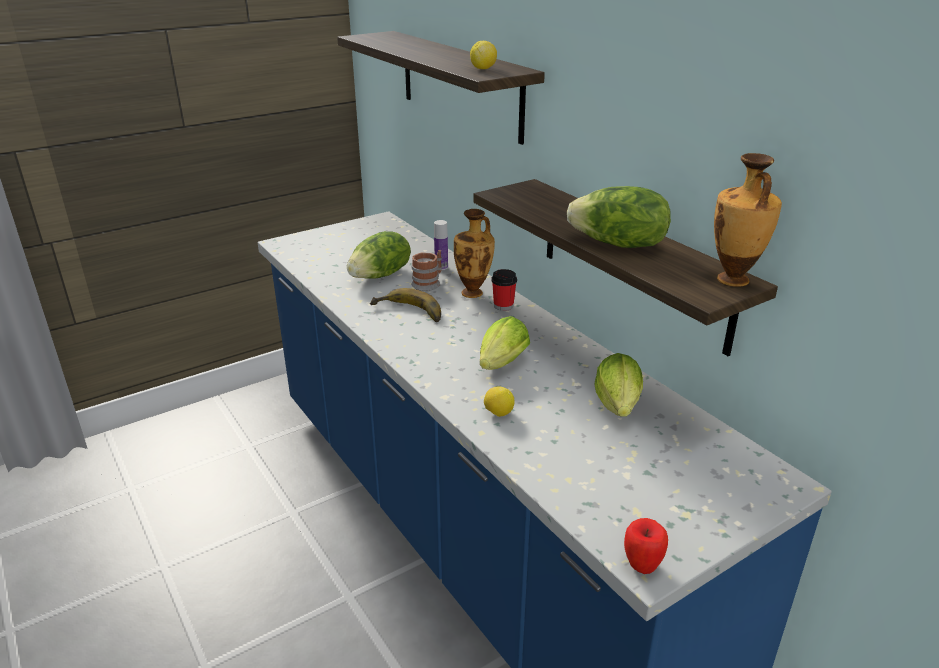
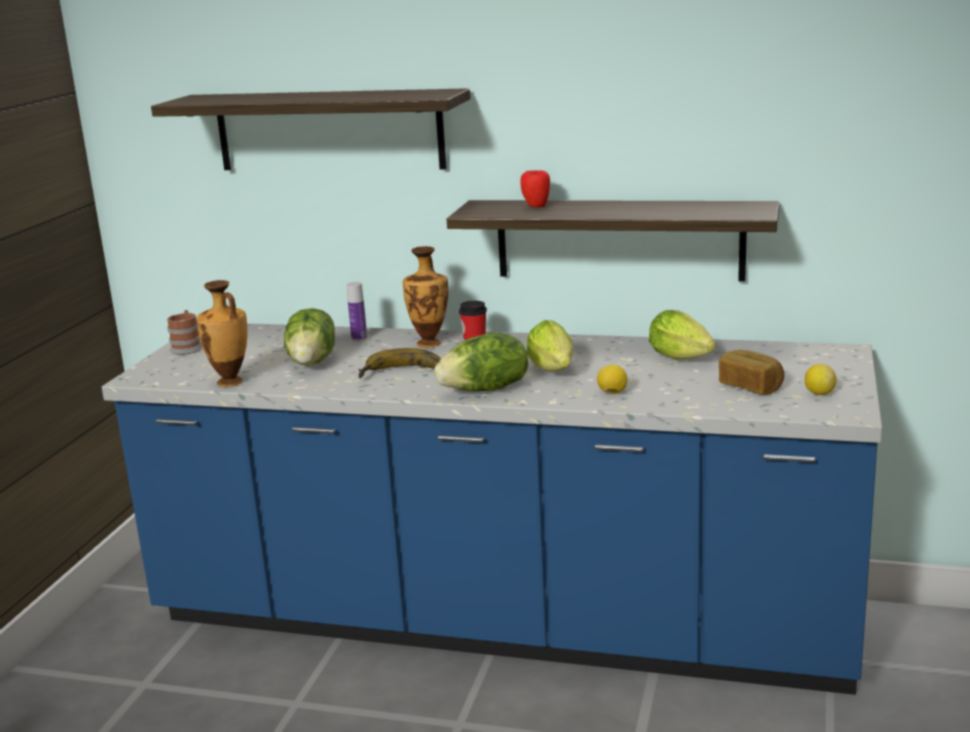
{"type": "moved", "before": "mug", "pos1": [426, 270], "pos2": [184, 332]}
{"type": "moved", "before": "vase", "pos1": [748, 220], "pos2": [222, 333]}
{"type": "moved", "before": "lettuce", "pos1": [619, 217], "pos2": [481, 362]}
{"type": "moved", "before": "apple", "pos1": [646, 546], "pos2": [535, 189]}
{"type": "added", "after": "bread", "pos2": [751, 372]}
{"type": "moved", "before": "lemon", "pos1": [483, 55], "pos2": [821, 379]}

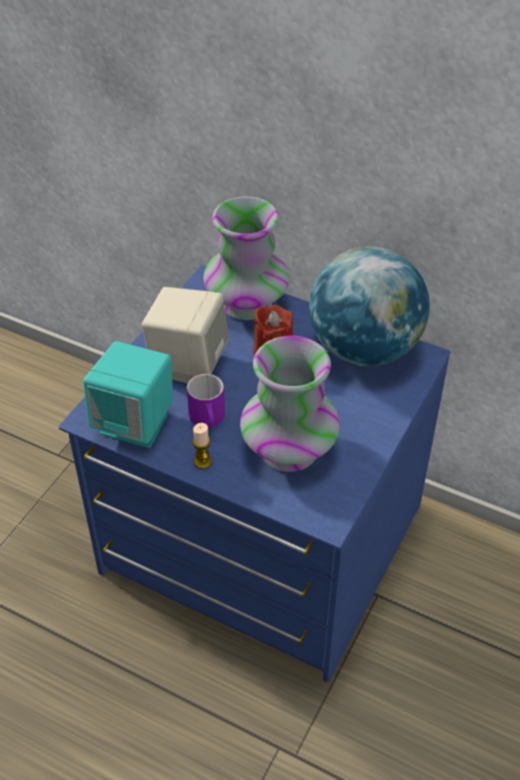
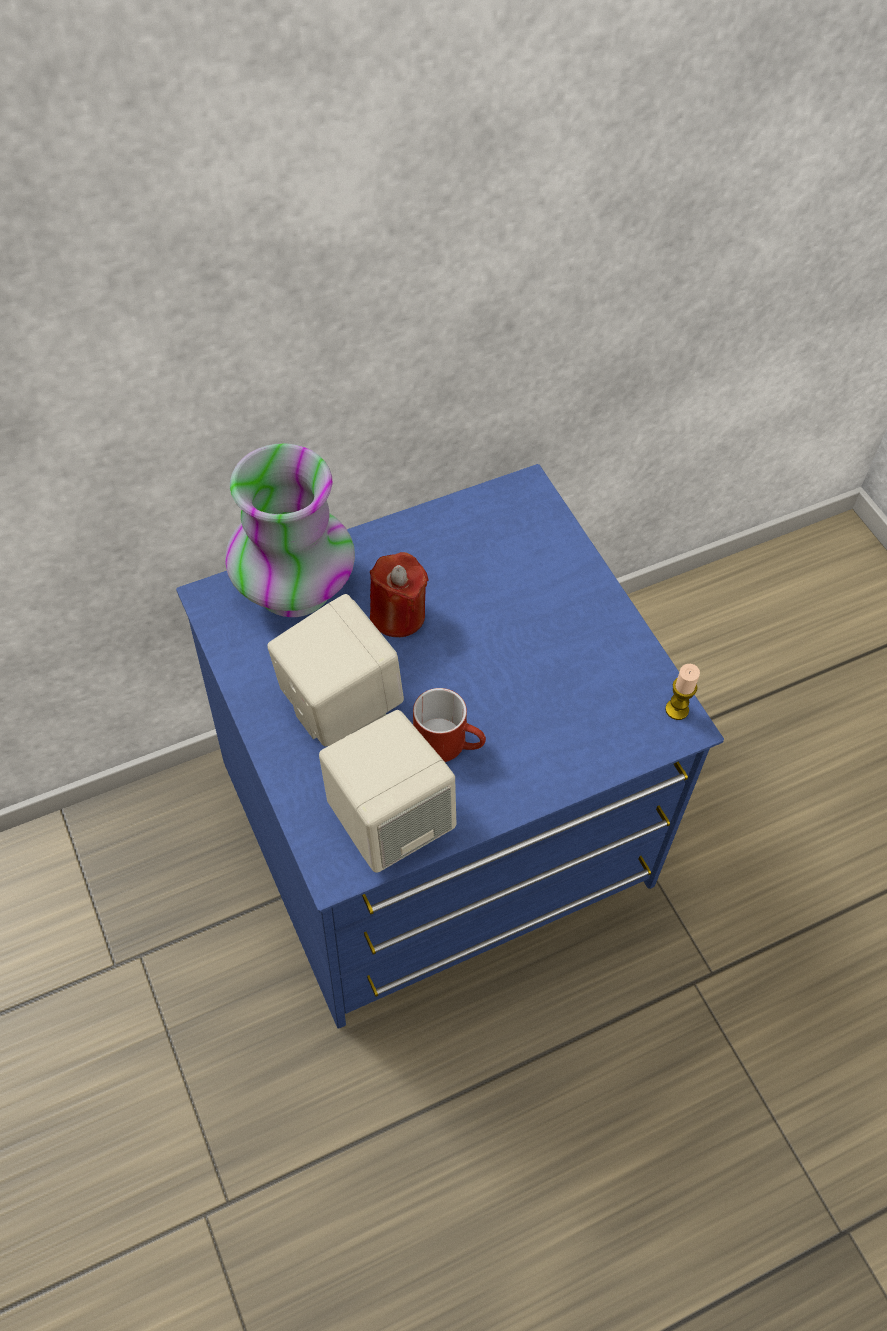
{"type": "recoloured", "before": "turquoise speaker", "after": "beige speaker", "pos1": [128, 394], "pos2": [388, 791]}
{"type": "recoloured", "before": "purple mug", "after": "red mug", "pos1": [206, 401], "pos2": [449, 725]}
{"type": "moved", "before": "candle", "pos1": [202, 446], "pos2": [682, 692]}
{"type": "removed", "before": "vase", "pos1": [290, 404]}
{"type": "removed", "before": "globe", "pos1": [369, 306]}

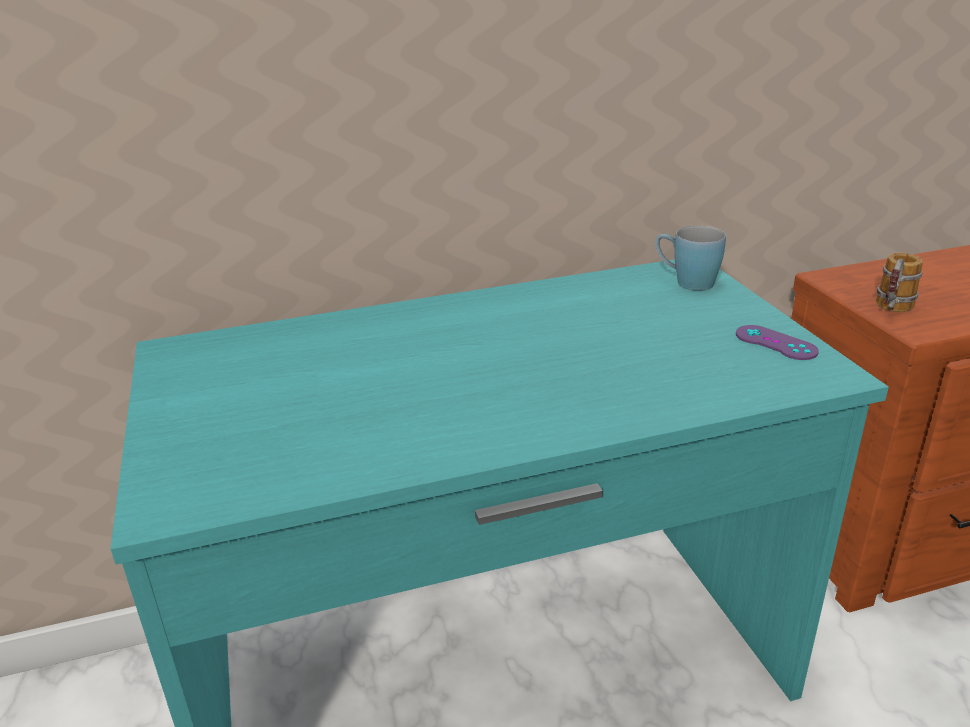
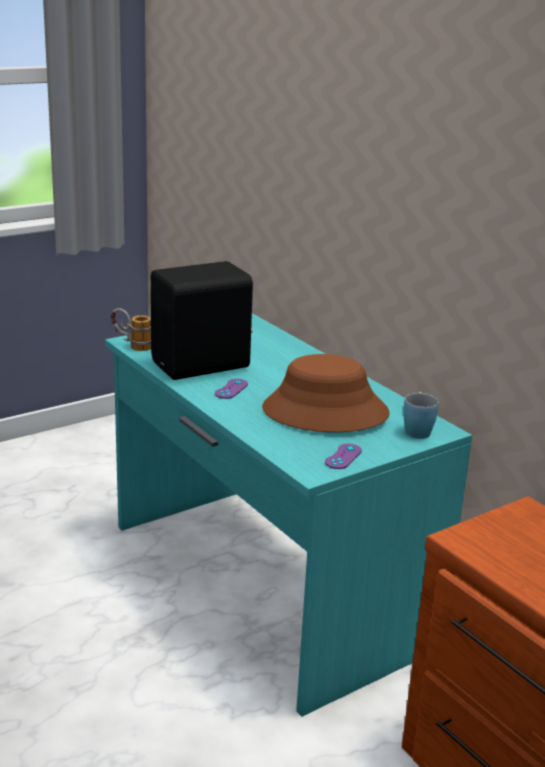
{"type": "moved", "before": "mug", "pos1": [899, 282], "pos2": [131, 329]}
{"type": "added", "after": "black speaker", "pos2": [202, 320]}
{"type": "added", "after": "purple game controller", "pos2": [231, 389]}
{"type": "added", "after": "brown hat", "pos2": [326, 393]}

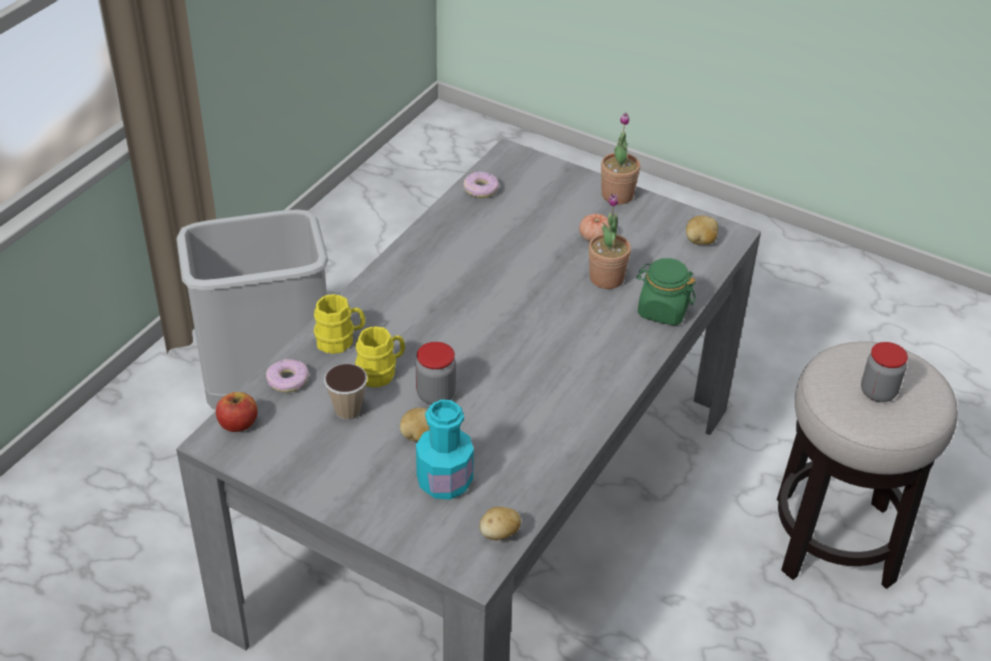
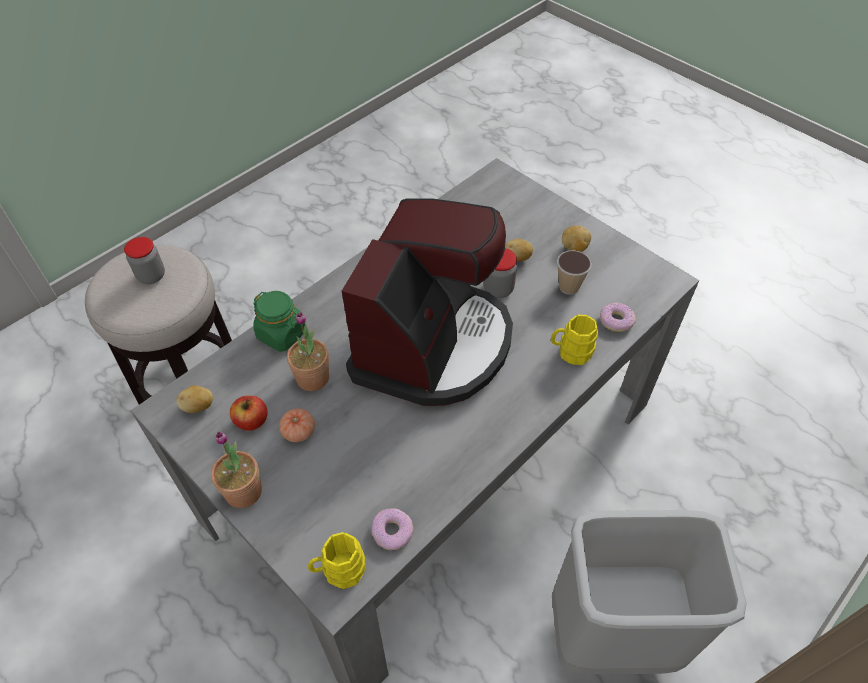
{"type": "moved", "before": "apple", "pos1": [237, 412], "pos2": [249, 413]}
{"type": "moved", "before": "yellow mug", "pos1": [380, 357], "pos2": [336, 560]}
{"type": "added", "after": "coffee machine", "pos2": [427, 302]}
{"type": "moved", "before": "potato", "pos1": [500, 523], "pos2": [576, 238]}
{"type": "removed", "before": "turquoise bottle", "pos1": [445, 450]}

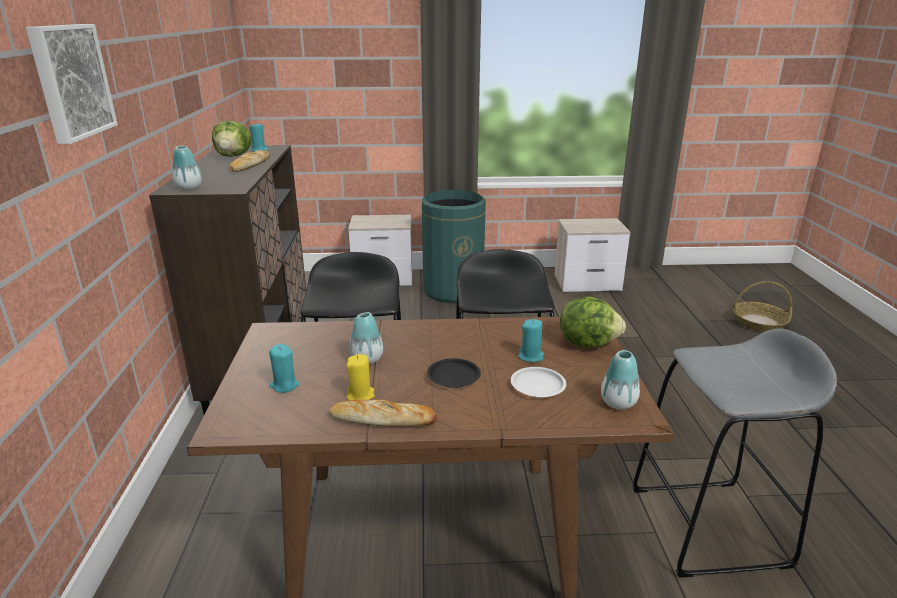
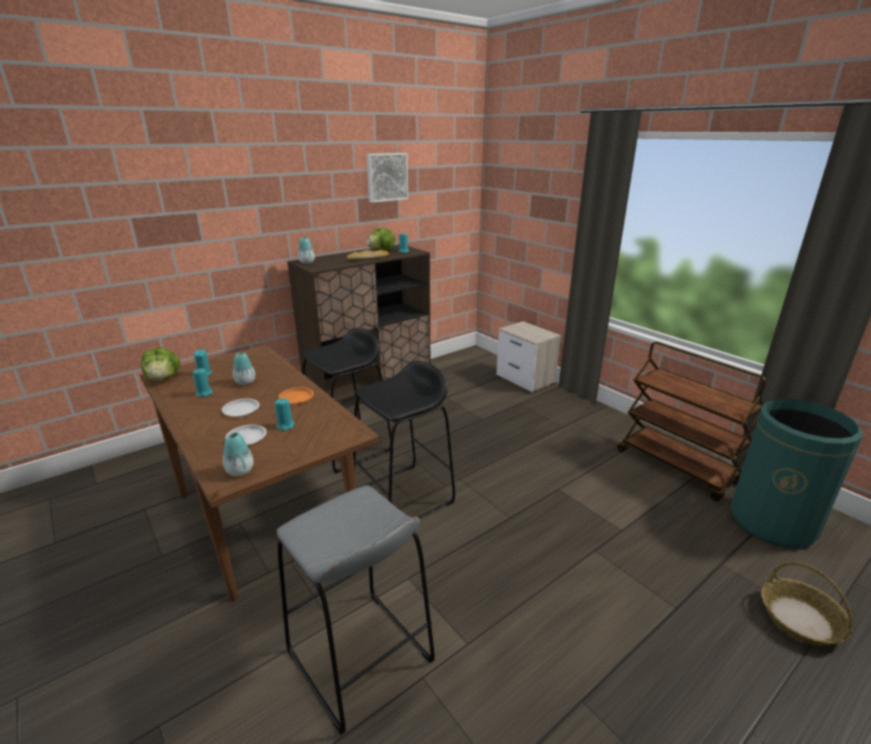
{"type": "moved", "before": "lettuce", "pos1": [593, 322], "pos2": [160, 364]}
{"type": "recoloured", "before": "yellow candle", "after": "turquoise candle", "pos1": [360, 377], "pos2": [203, 382]}
{"type": "recoloured", "before": "black plate", "after": "white plate", "pos1": [454, 373], "pos2": [240, 408]}
{"type": "added", "after": "orange plate", "pos2": [296, 395]}
{"type": "moved", "before": "picture", "pos1": [72, 84], "pos2": [387, 178]}
{"type": "replaced", "before": "nightstand", "after": "brown cart", "pos1": [593, 255], "pos2": [691, 421]}
{"type": "moved", "before": "green trash can", "pos1": [454, 246], "pos2": [796, 473]}
{"type": "removed", "before": "bread", "pos1": [383, 413]}

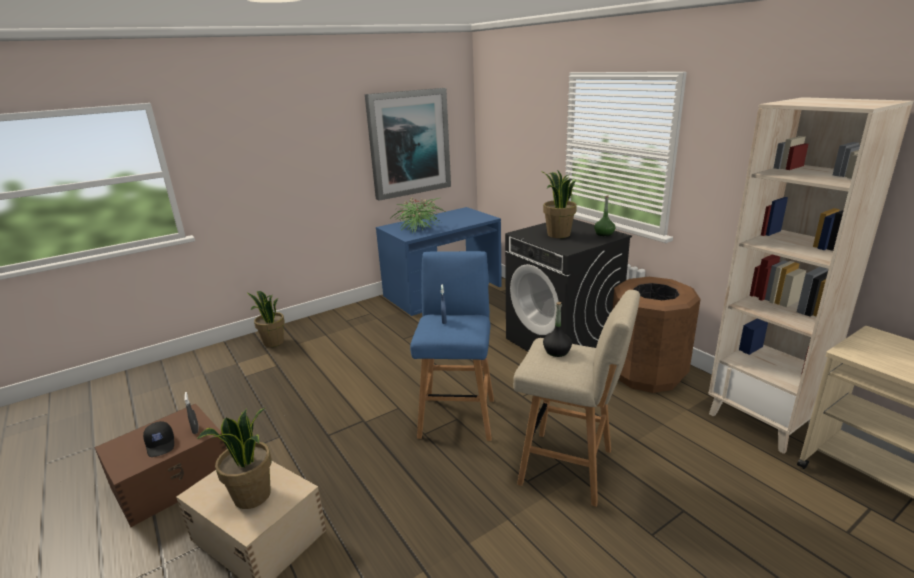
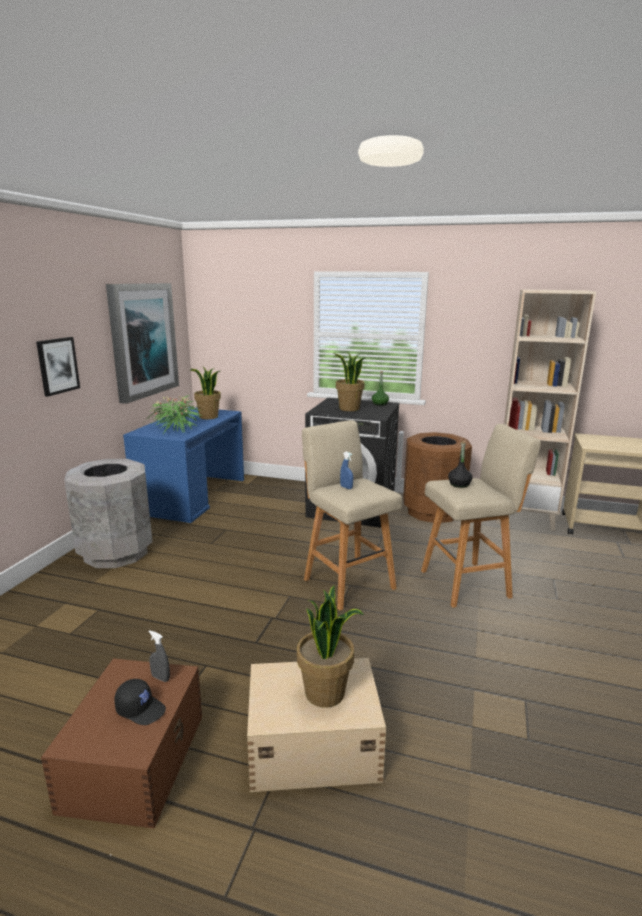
{"type": "added", "after": "picture", "pos2": [58, 367]}
{"type": "added", "after": "grey trash can", "pos2": [108, 513]}
{"type": "moved", "before": "potted plant", "pos1": [265, 319], "pos2": [205, 393]}
{"type": "recoloured", "before": "blue stool", "after": "beige stool", "pos1": [452, 346], "pos2": [352, 515]}

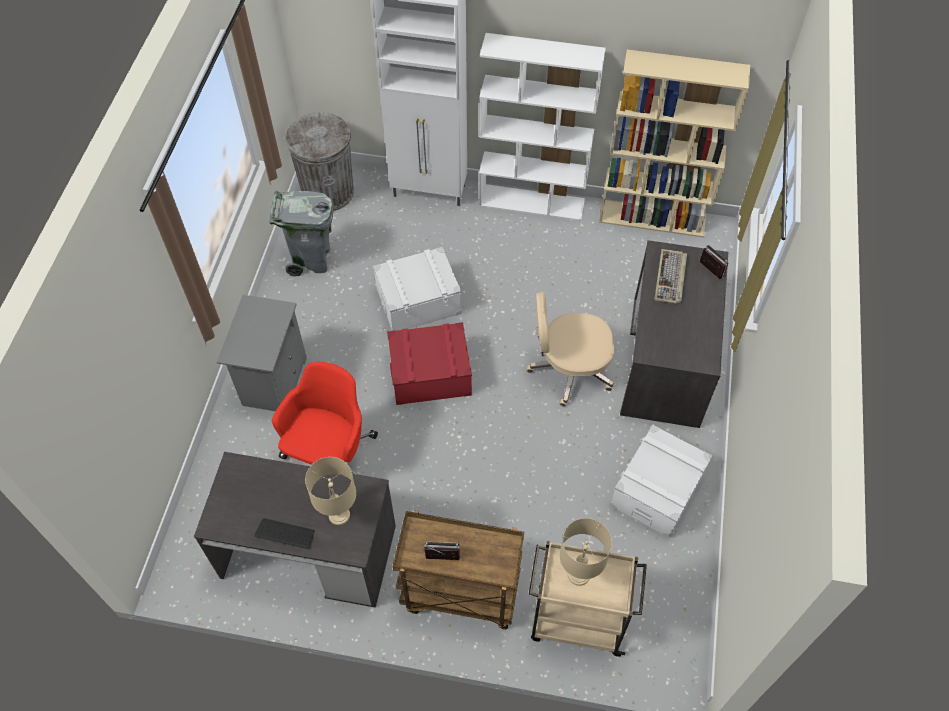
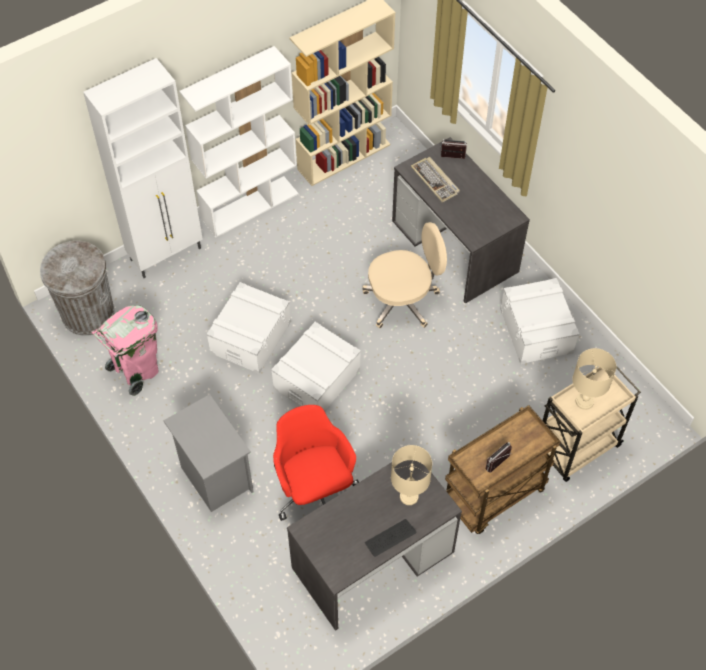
{"type": "recoloured", "before": "grey trash can", "after": "pink trash can", "pos1": [302, 233], "pos2": [124, 350]}
{"type": "recoloured", "before": "red storage box", "after": "white storage box", "pos1": [429, 363], "pos2": [316, 366]}
{"type": "turned", "before": "beige office chair", "pos1": [570, 349], "pos2": [404, 275], "turn": -150}

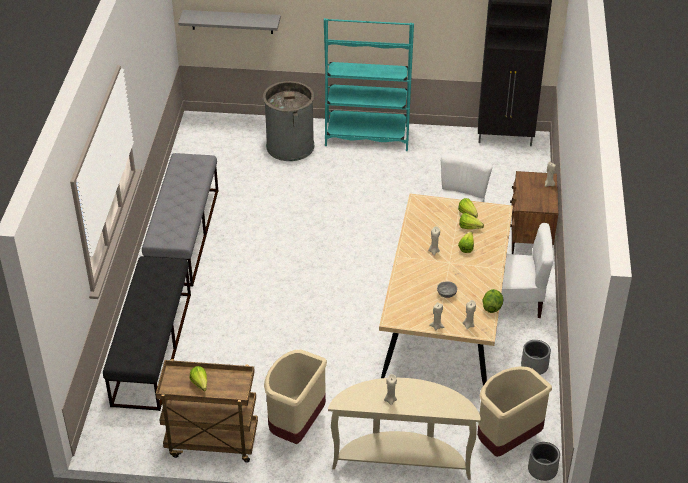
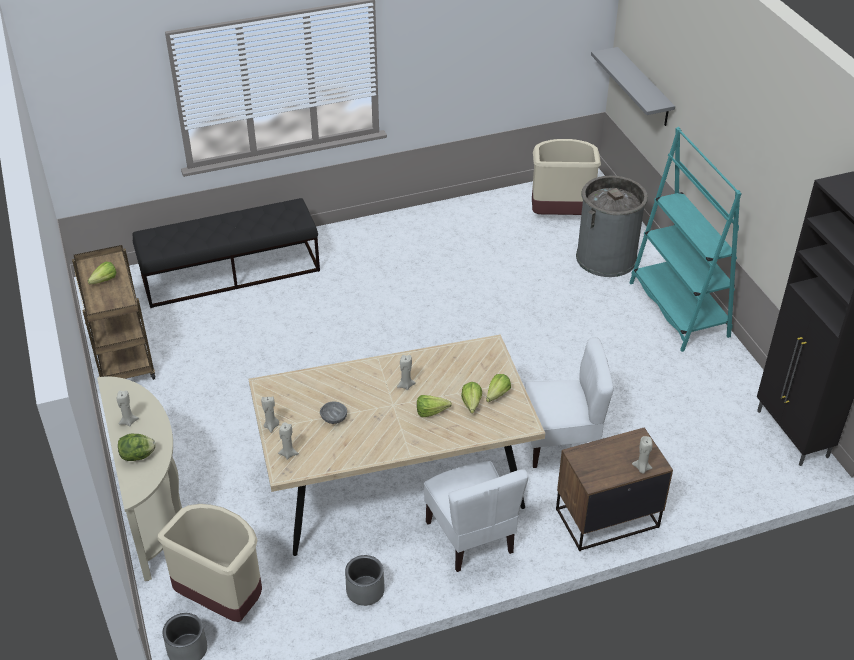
{"type": "moved", "before": "lettuce", "pos1": [492, 301], "pos2": [137, 447]}
{"type": "moved", "before": "beige trash can", "pos1": [295, 397], "pos2": [566, 177]}
{"type": "removed", "before": "grey bench", "pos1": [180, 220]}

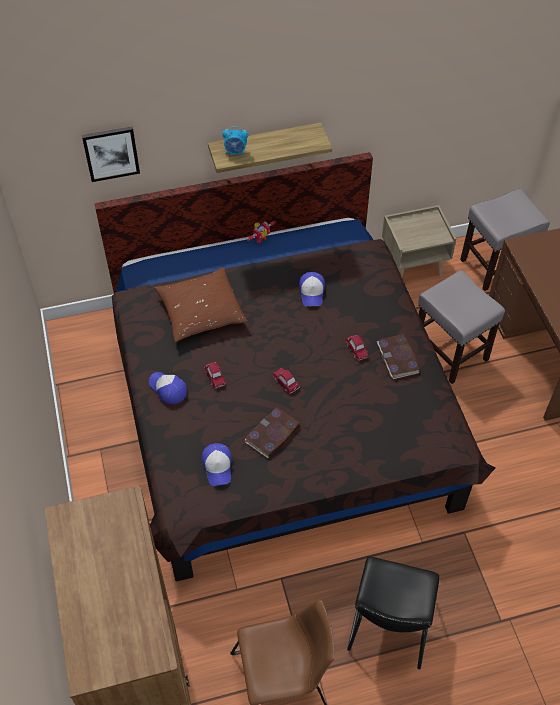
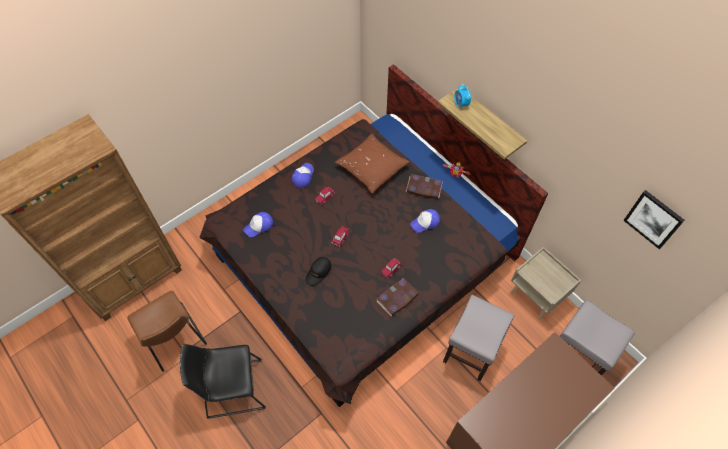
{"type": "added", "after": "black cap", "pos2": [318, 271]}
{"type": "moved", "before": "book", "pos1": [272, 433], "pos2": [424, 186]}
{"type": "moved", "before": "picture", "pos1": [111, 154], "pos2": [654, 219]}

